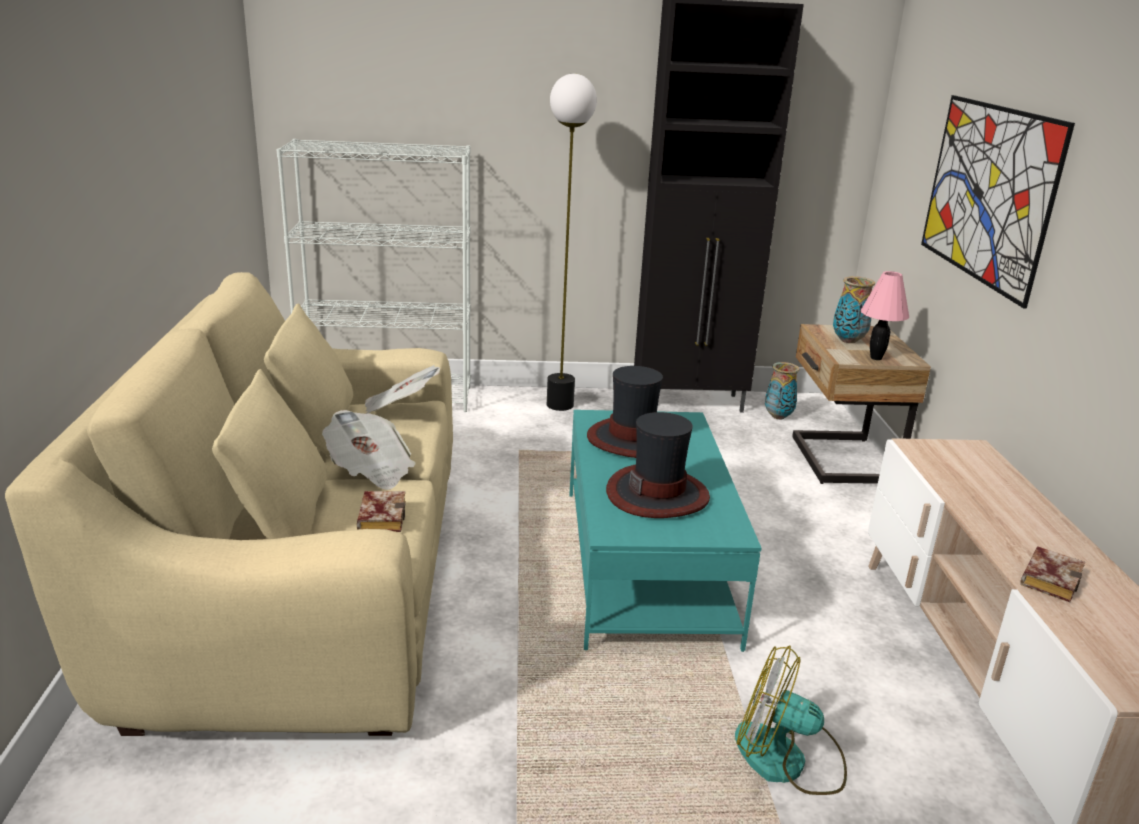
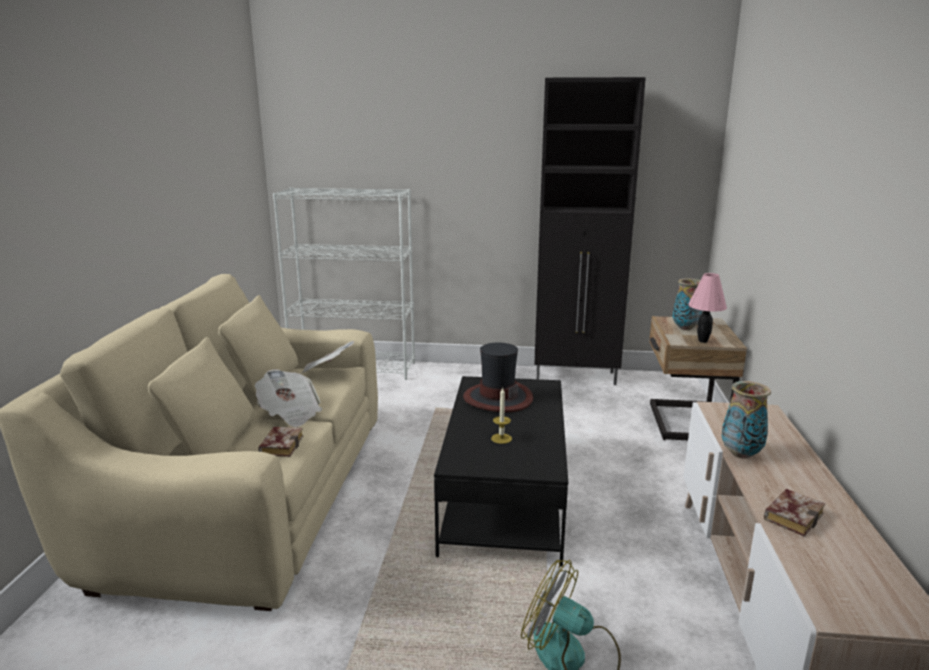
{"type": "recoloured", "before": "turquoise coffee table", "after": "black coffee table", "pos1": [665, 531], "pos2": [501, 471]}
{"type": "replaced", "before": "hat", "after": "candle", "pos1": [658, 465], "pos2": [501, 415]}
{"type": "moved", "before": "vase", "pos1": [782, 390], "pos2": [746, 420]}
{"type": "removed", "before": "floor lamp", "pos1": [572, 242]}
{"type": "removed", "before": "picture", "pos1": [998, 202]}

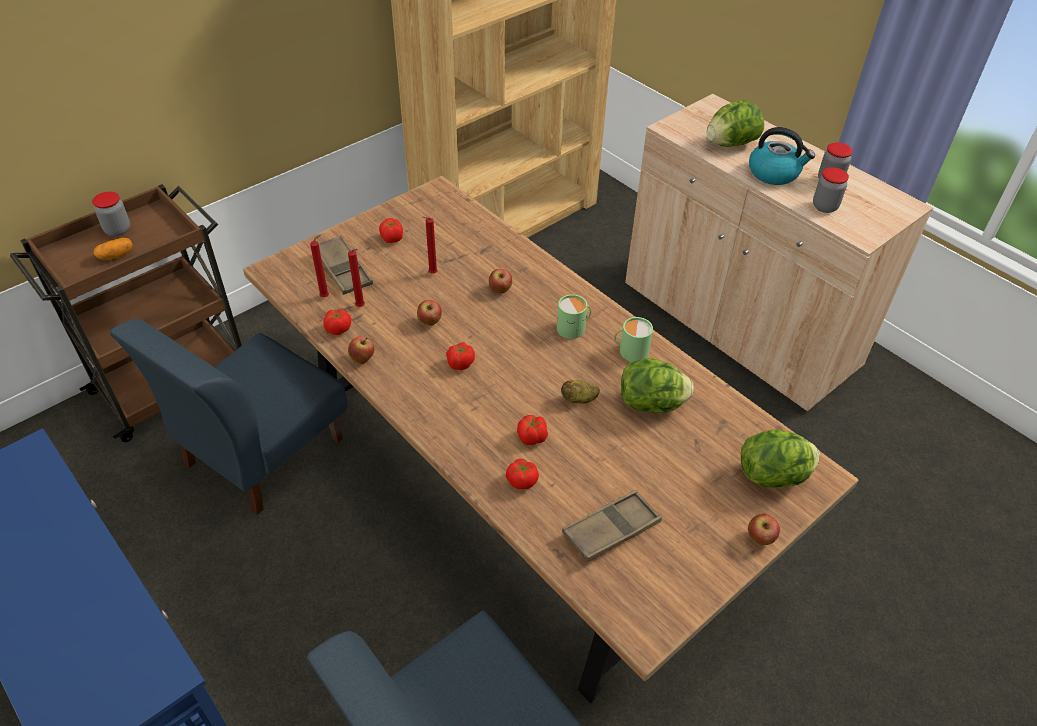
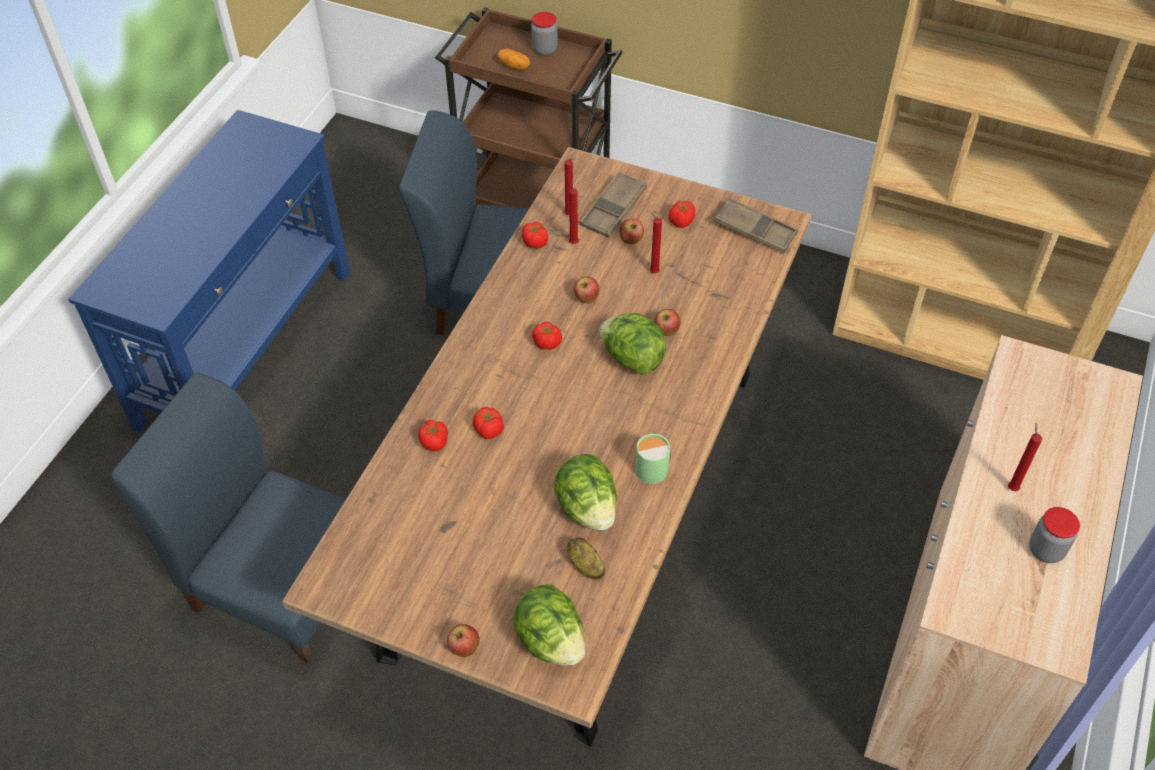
{"type": "moved", "before": "potato", "pos1": [580, 392], "pos2": [586, 558]}
{"type": "moved", "before": "lettuce", "pos1": [735, 123], "pos2": [632, 344]}
{"type": "moved", "before": "apple", "pos1": [361, 350], "pos2": [631, 231]}
{"type": "moved", "before": "brown tray", "pos1": [612, 526], "pos2": [756, 226]}
{"type": "replaced", "before": "kettle", "after": "red candle", "pos1": [782, 156], "pos2": [1025, 457]}
{"type": "removed", "before": "green mug", "pos1": [574, 316]}
{"type": "removed", "before": "jar", "pos1": [831, 190]}

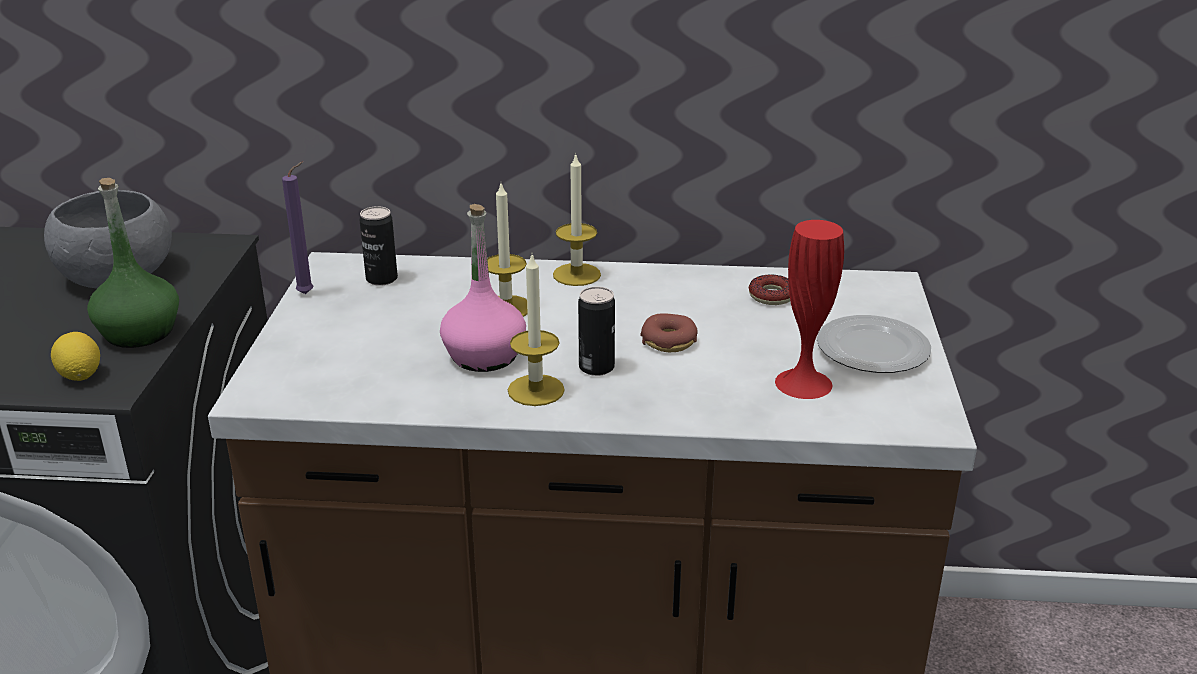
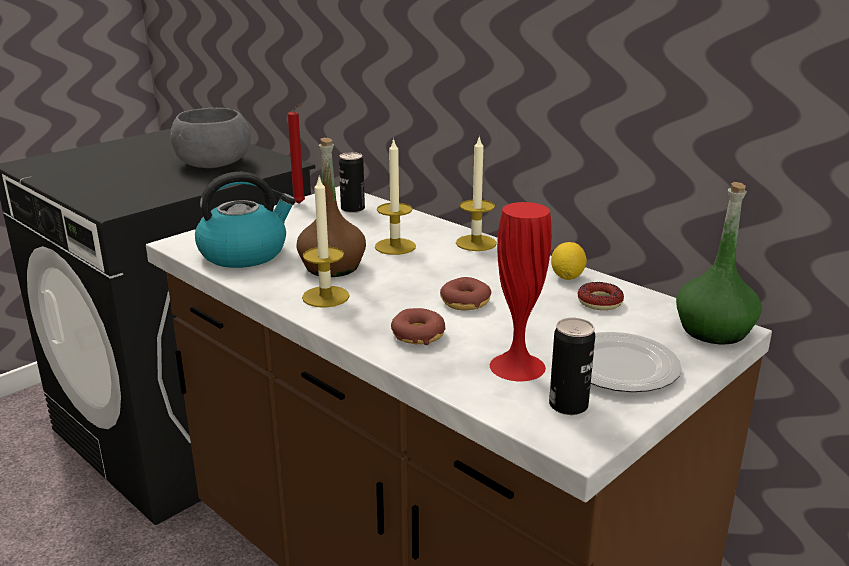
{"type": "added", "after": "kettle", "pos2": [245, 220]}
{"type": "recoloured", "before": "purple candle", "after": "red candle", "pos1": [297, 227], "pos2": [296, 153]}
{"type": "recoloured", "before": "pink bottle", "after": "brown bottle", "pos1": [483, 288], "pos2": [331, 207]}
{"type": "added", "after": "donut", "pos2": [418, 326]}
{"type": "moved", "before": "can", "pos1": [596, 331], "pos2": [572, 366]}
{"type": "moved", "before": "lemon", "pos1": [75, 356], "pos2": [569, 261]}
{"type": "moved", "before": "green bottle", "pos1": [133, 263], "pos2": [719, 263]}

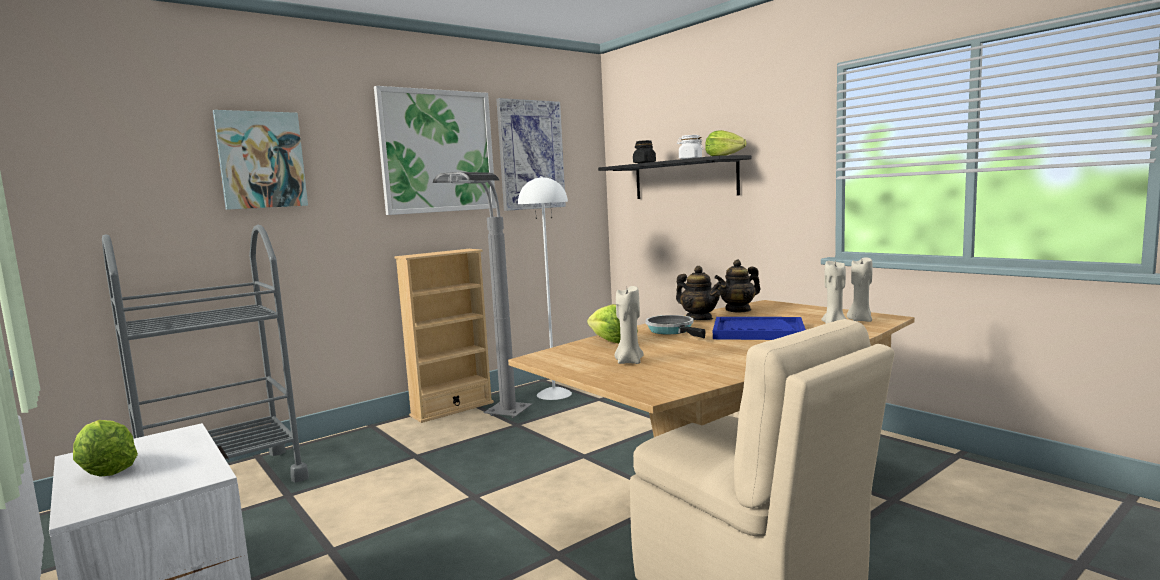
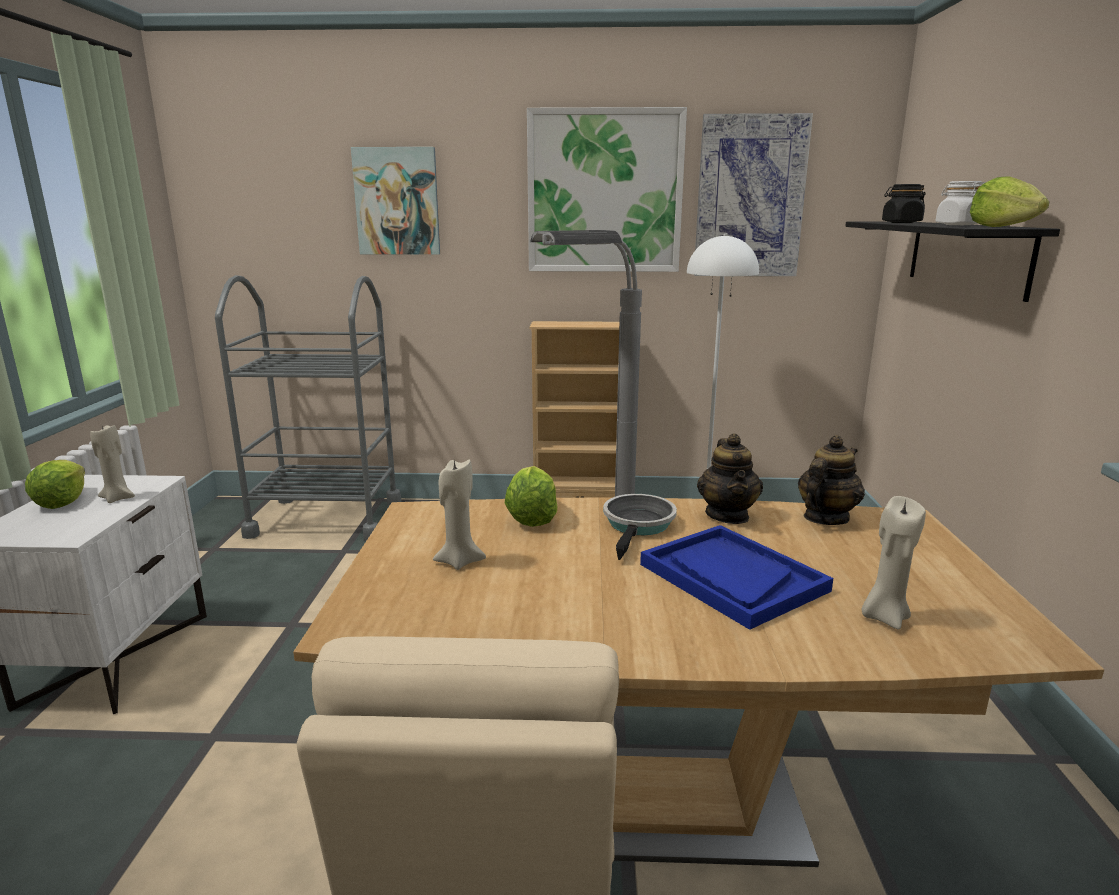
{"type": "moved", "before": "beige candle", "pos1": [859, 289], "pos2": [112, 464]}
{"type": "turned", "before": "teapot", "pos1": [737, 286], "pos2": [831, 480], "turn": 120}

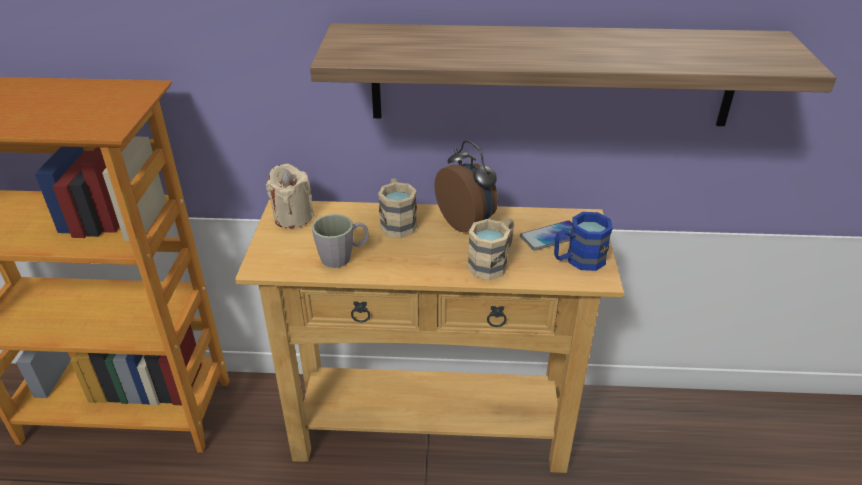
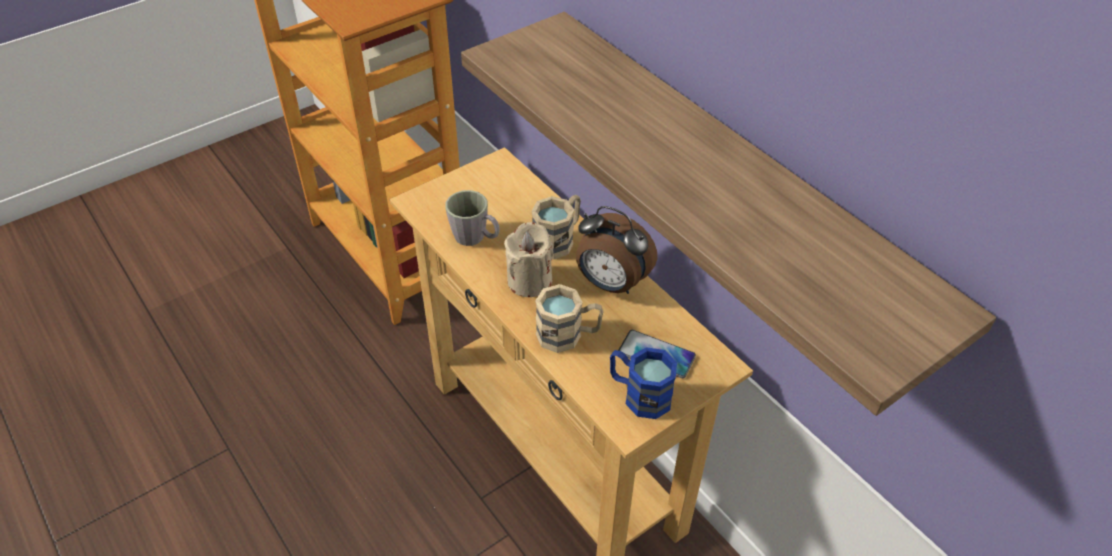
{"type": "moved", "before": "beige candle", "pos1": [290, 196], "pos2": [528, 259]}
{"type": "turned", "before": "alarm clock", "pos1": [466, 186], "pos2": [616, 250], "turn": 105}

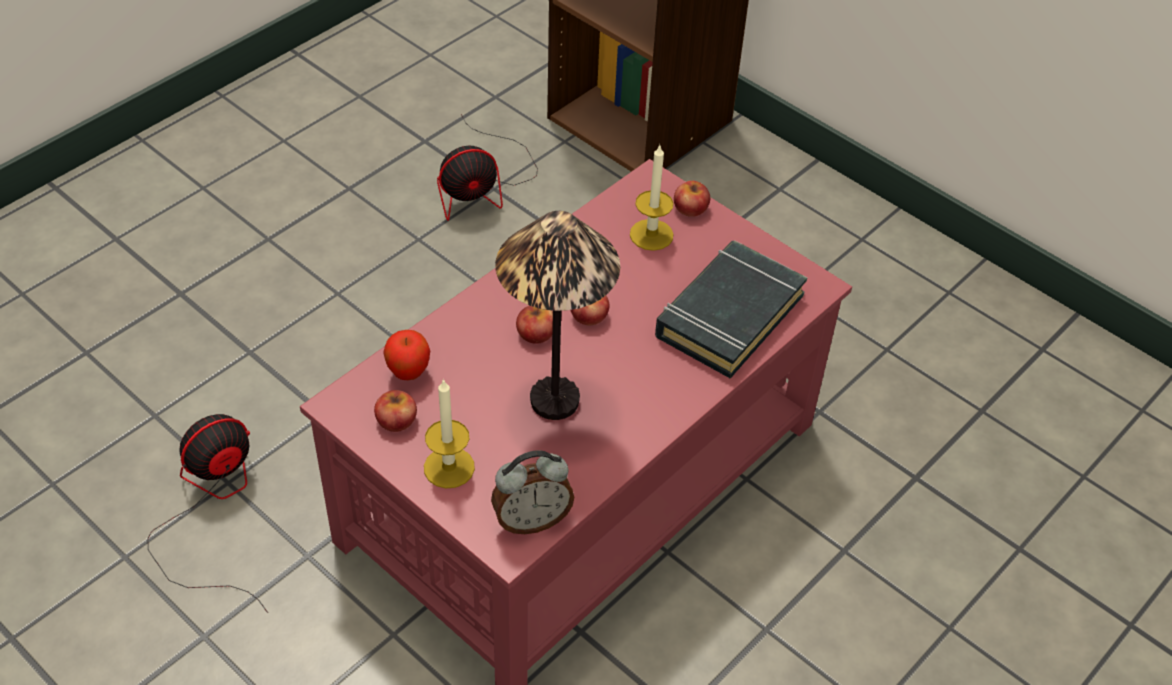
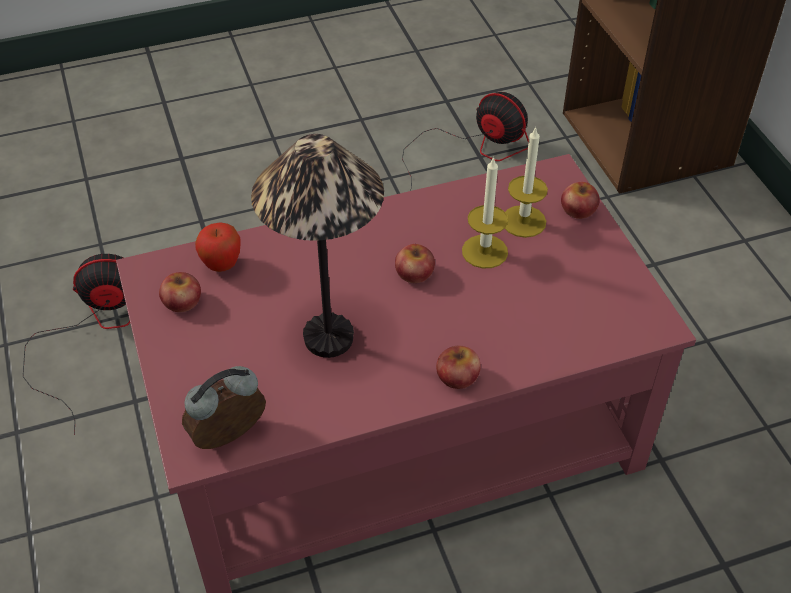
{"type": "turned", "before": "alarm clock", "pos1": [532, 492], "pos2": [224, 407], "turn": 135}
{"type": "turned", "before": "fan", "pos1": [487, 167], "pos2": [465, 141], "turn": -150}
{"type": "moved", "before": "apple", "pos1": [534, 325], "pos2": [458, 367]}
{"type": "moved", "before": "candle", "pos1": [449, 434], "pos2": [485, 212]}
{"type": "removed", "before": "black book", "pos1": [731, 309]}

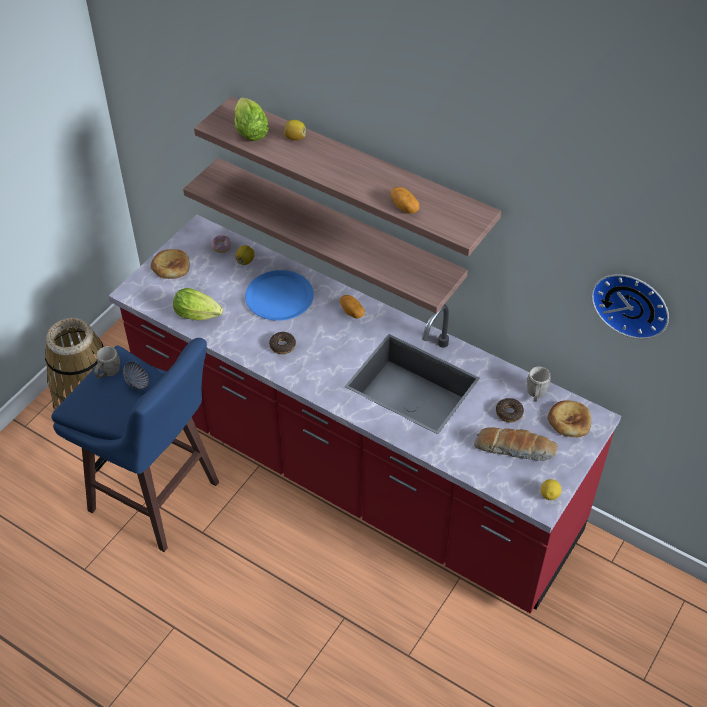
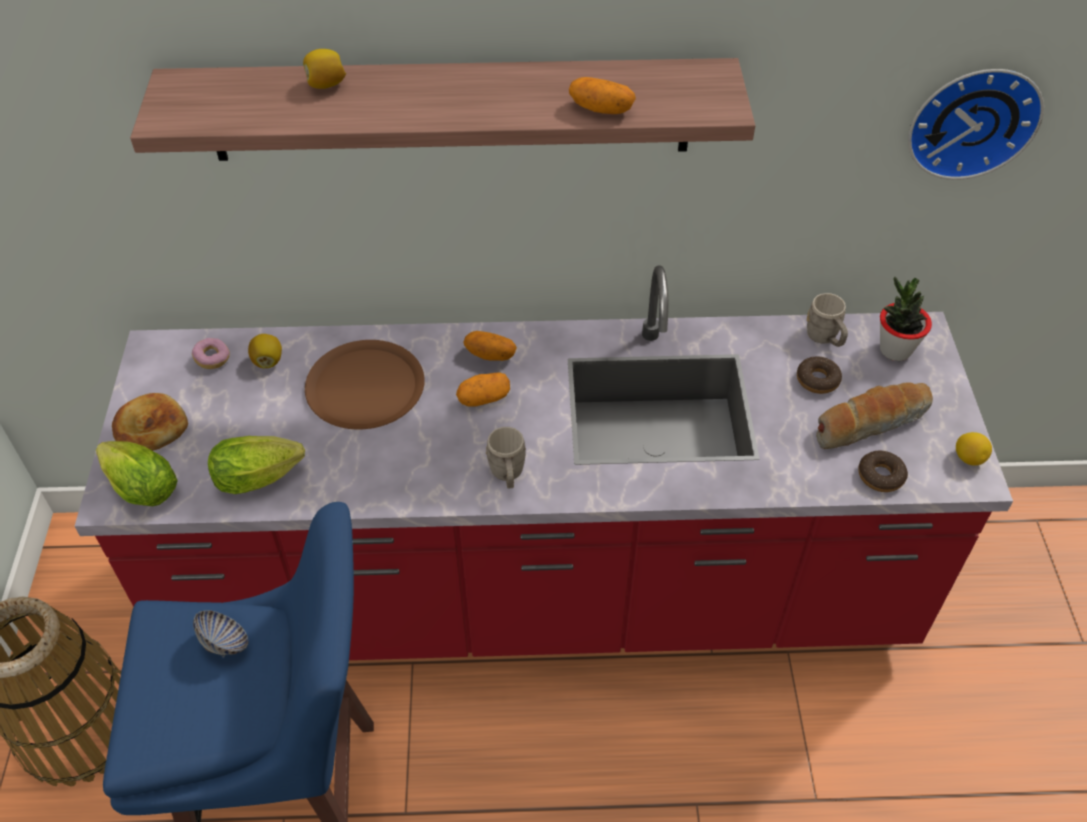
{"type": "moved", "before": "lettuce", "pos1": [252, 119], "pos2": [136, 473]}
{"type": "recoloured", "before": "blue plate", "after": "brown plate", "pos1": [279, 295], "pos2": [365, 385]}
{"type": "added", "after": "potato", "pos2": [483, 389]}
{"type": "moved", "before": "grey mug", "pos1": [107, 362], "pos2": [506, 458]}
{"type": "moved", "before": "donut", "pos1": [282, 342], "pos2": [883, 471]}
{"type": "replaced", "before": "bread", "after": "potted plant", "pos1": [569, 418], "pos2": [906, 319]}
{"type": "removed", "before": "shelf", "pos1": [325, 236]}

